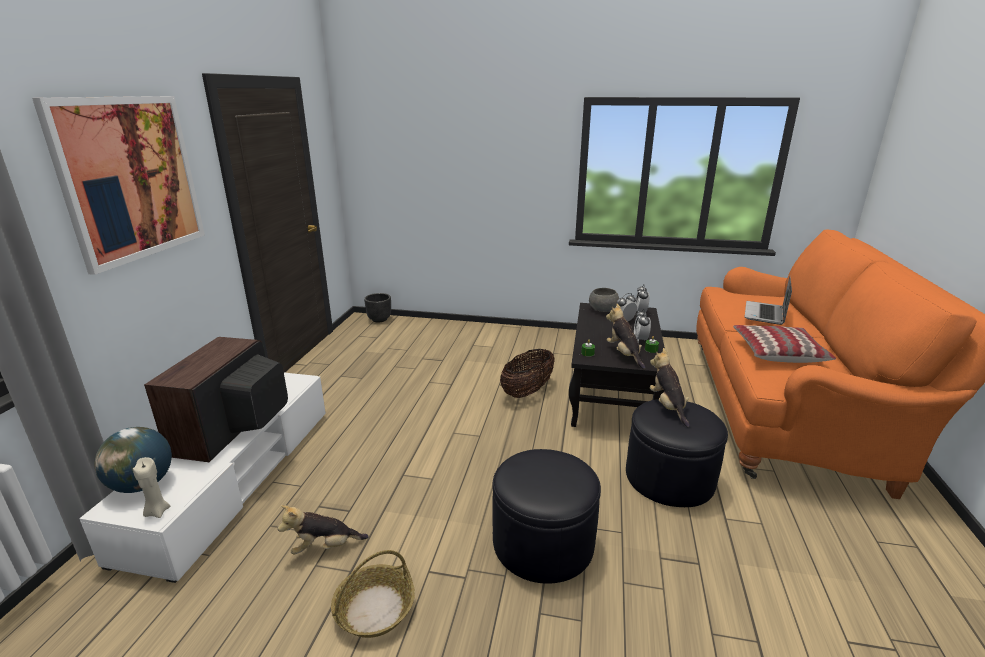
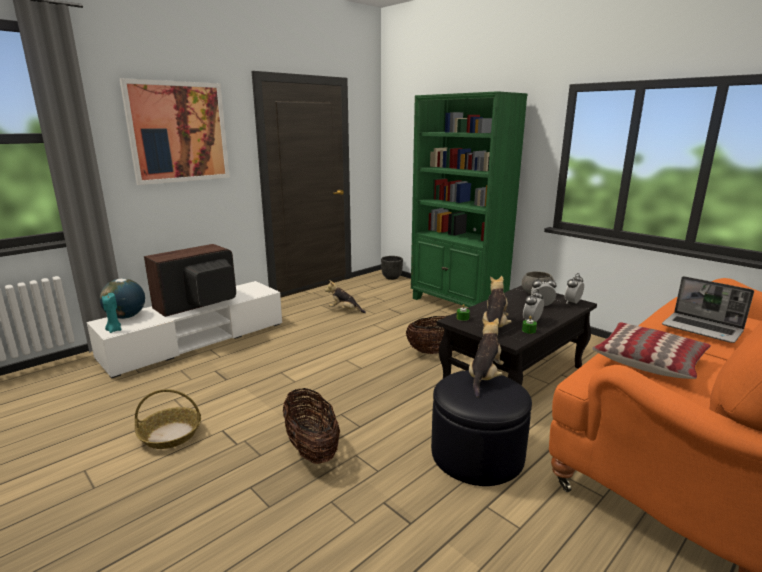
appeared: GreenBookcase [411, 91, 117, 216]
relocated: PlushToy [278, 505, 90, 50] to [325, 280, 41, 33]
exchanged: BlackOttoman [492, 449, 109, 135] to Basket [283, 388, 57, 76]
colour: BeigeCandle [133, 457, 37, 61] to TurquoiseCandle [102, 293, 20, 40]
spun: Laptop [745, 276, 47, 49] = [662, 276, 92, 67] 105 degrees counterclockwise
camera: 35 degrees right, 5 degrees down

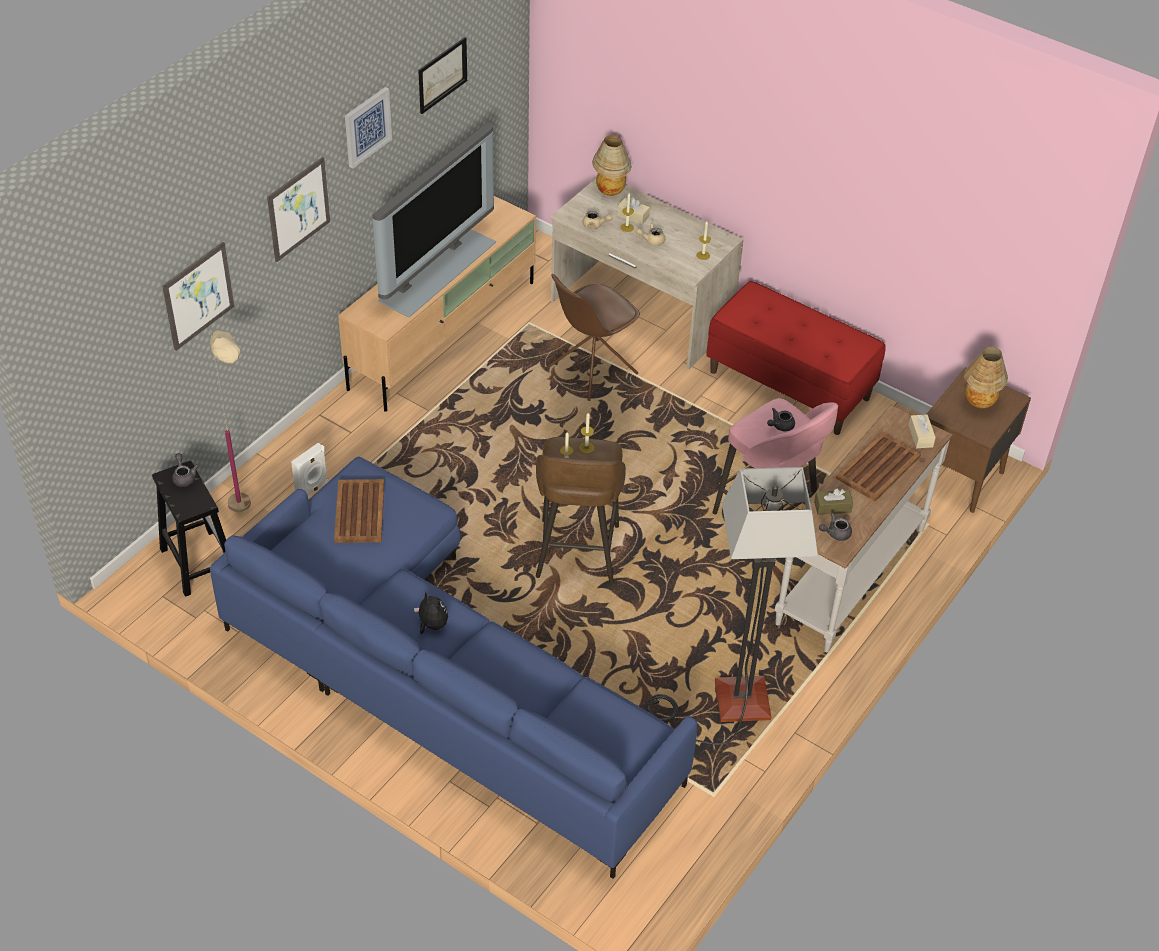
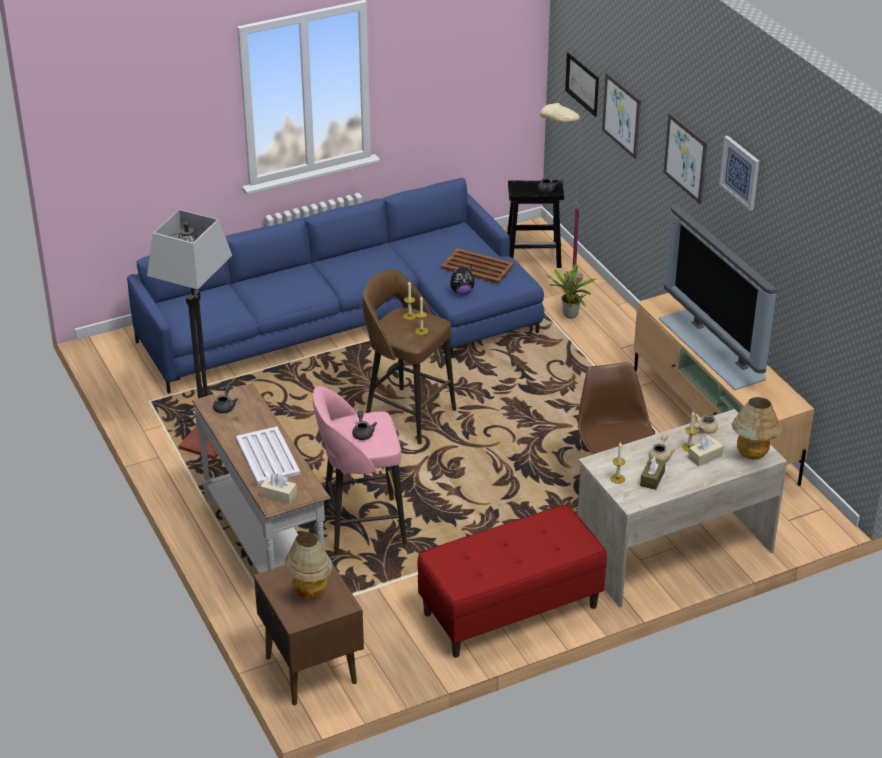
relocated: PlushToy [414, 592, 34, 42] to [450, 266, 25, 28]; Picture [418, 37, 49, 77] to [565, 53, 34, 64]; BrownTissueBox [814, 489, 39, 26] to [640, 456, 26, 34]
exchanged: WhiteSpeaker [291, 443, 37, 52] to PottedPlant [544, 264, 52, 54]
colour: BrownTray [836, 432, 85, 70] to WhiteTray [236, 426, 64, 59]
camera: 120 degrees right, 10 degrees down

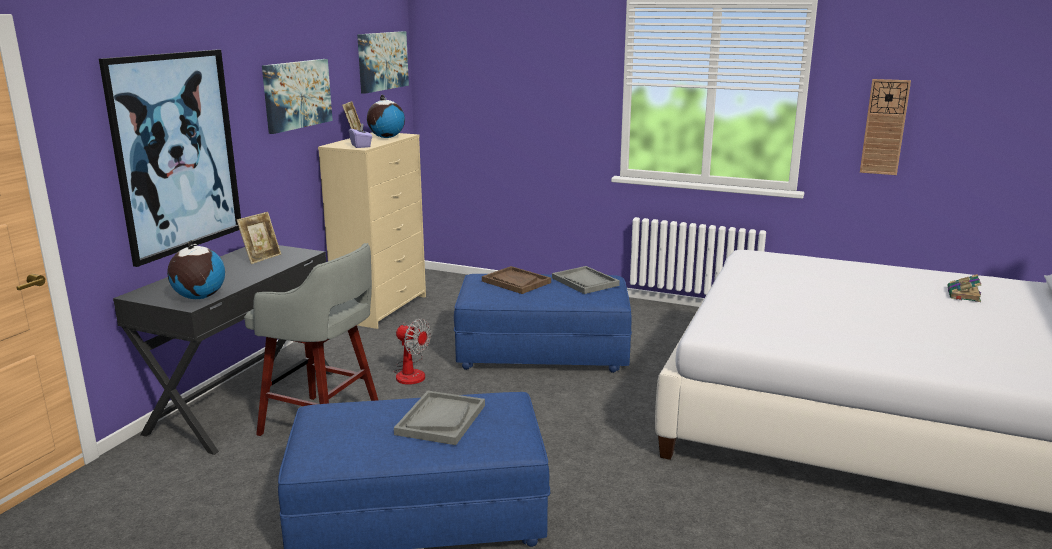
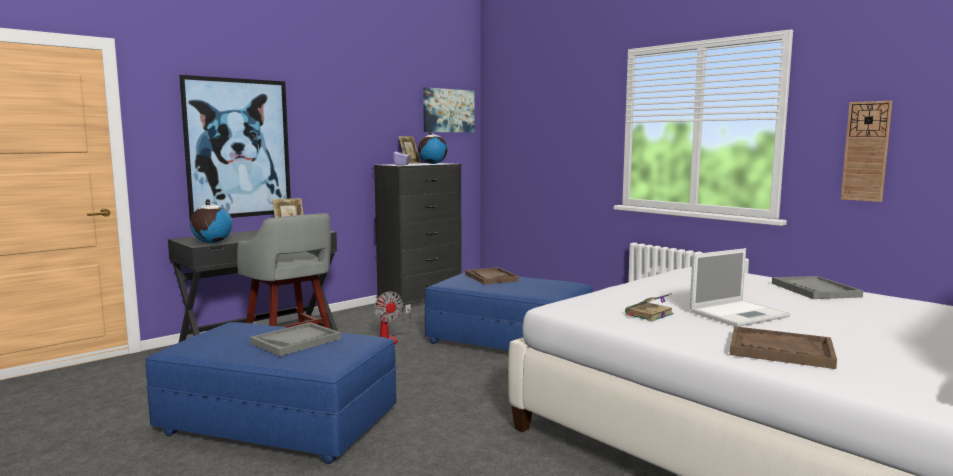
missing: Picture [262, 59, 71, 75]
appeared: Laptop [690, 248, 100, 79]; BrownTray [730, 326, 107, 43]
relocated: GreyTray [552, 266, 68, 28] to [772, 276, 91, 23]; Book [947, 274, 34, 28] to [625, 293, 49, 29]
colour: BeigeDresser [318, 132, 108, 197] to BlackDresser [374, 163, 88, 148]
camera: 25 degrees right, 10 degrees down

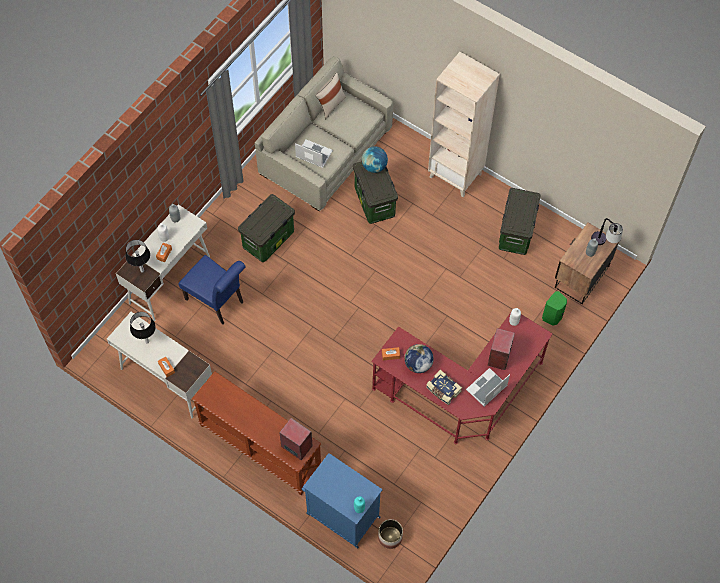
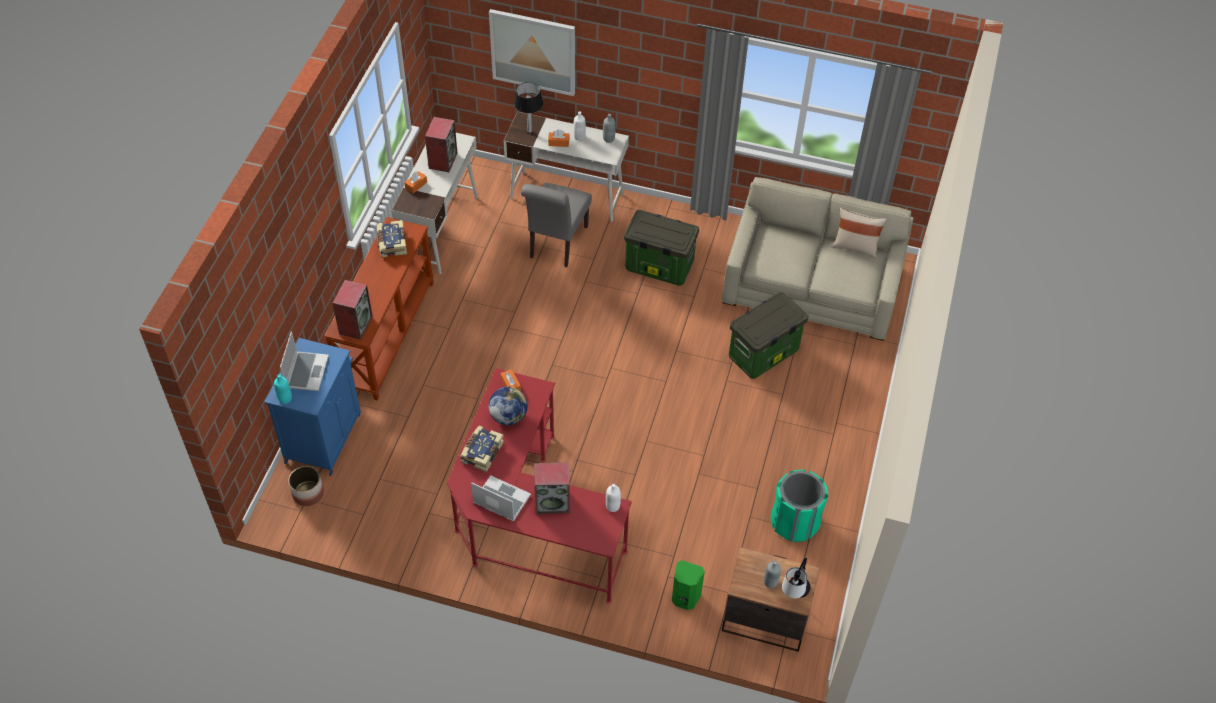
missing: Globe [362, 146, 26, 27]; BeigeBookcase [428, 52, 72, 145]
appeared: Book [377, 220, 30, 37]; Picture [489, 9, 86, 87]
relocated: Laptop [295, 139, 38, 29] to [280, 331, 49, 60]
exchanged: TableLamp [130, 312, 26, 32] to Speaker [425, 117, 32, 55]; StorageBox [499, 188, 42, 67] to GreenTrashCan [771, 470, 57, 72]
colour: BlueChair [178, 255, 68, 69] to GreyChair [521, 183, 71, 84]
camera: 70 degrees right, 10 degrees down

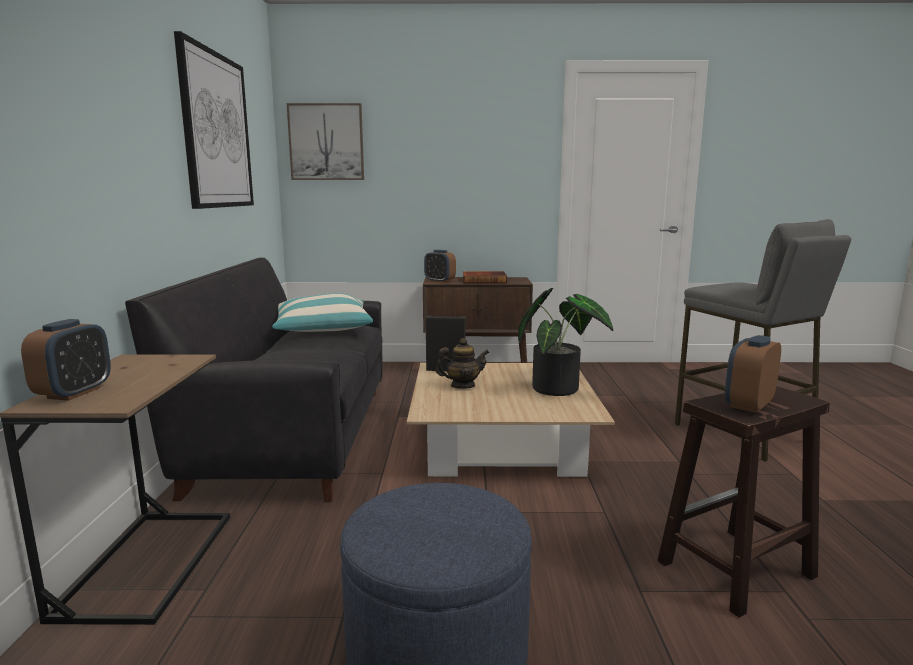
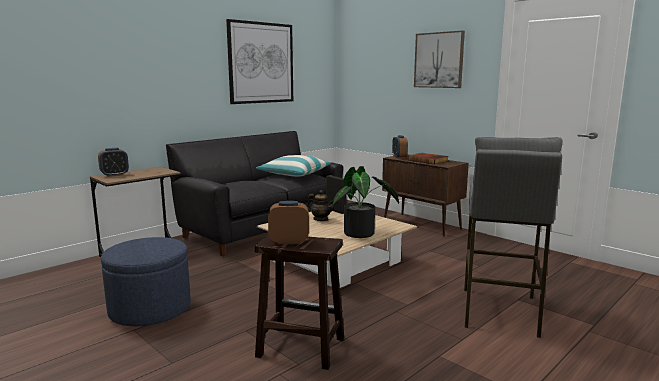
relocated: Picture [287, 103, 77, 77] to [414, 30, 51, 58]
camera: 45 degrees right, 0 degrees up

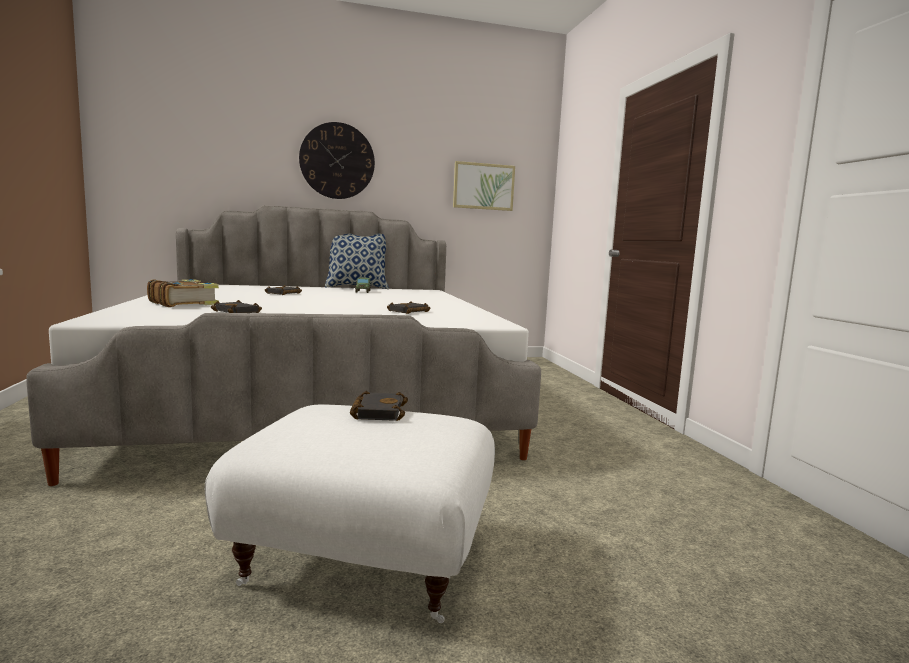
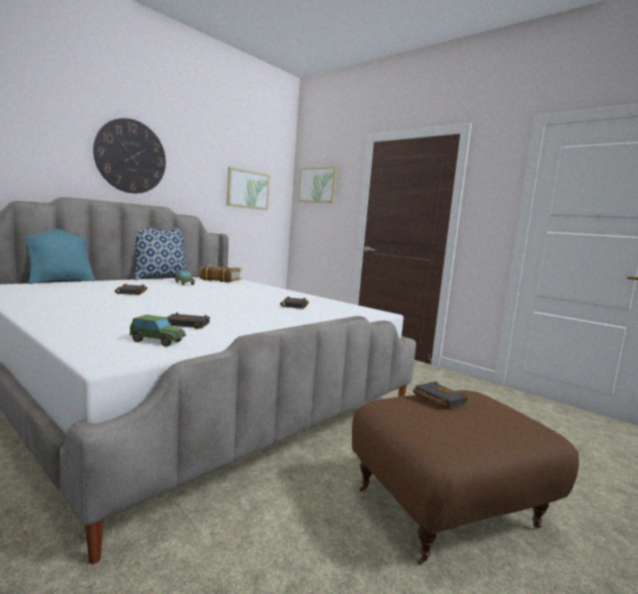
appeared: TurquoisePillow [26, 229, 69, 55]; ToyCar [130, 315, 56, 32]; Picture [298, 166, 39, 37]
relocated: Book [147, 279, 72, 28] to [200, 265, 42, 18]
colour: WhiteOttoman [205, 404, 290, 219] to BrownOttoman [352, 390, 227, 175]
camera: 35 degrees left, 0 degrees up

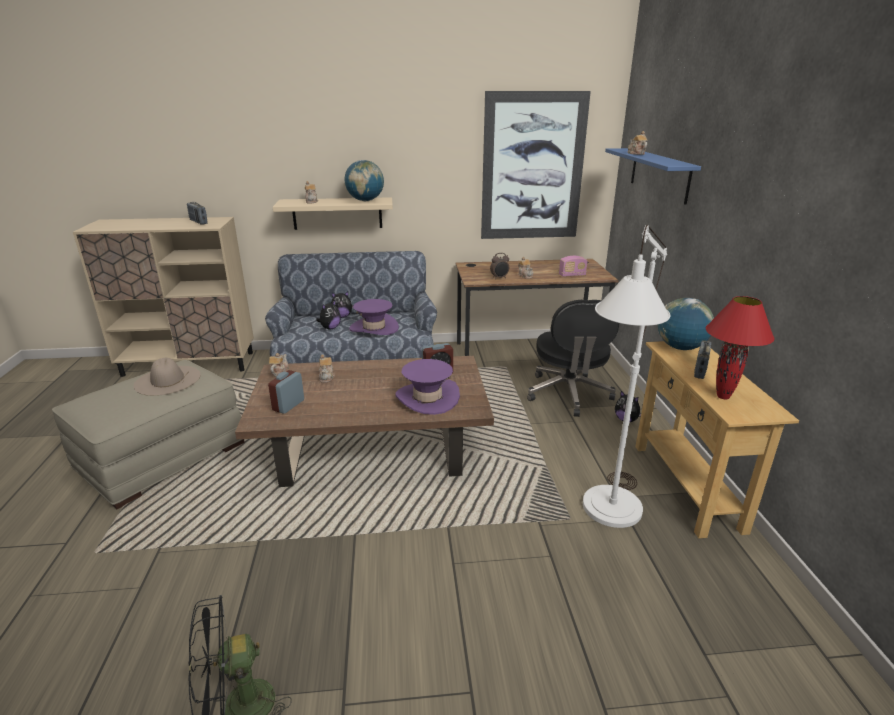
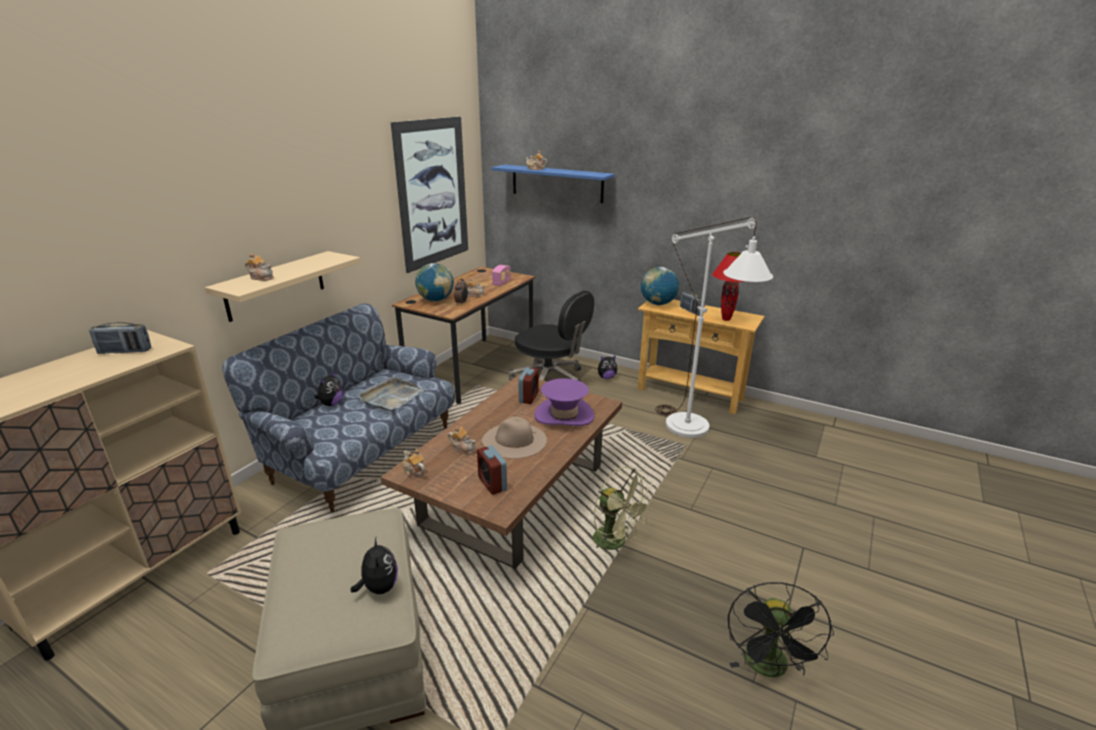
appeared: GreenFan [593, 467, 60, 84]
relocated: BeigeHat [134, 358, 67, 38] to [482, 417, 65, 42]; PlushToy [316, 300, 25, 29] to [351, 537, 47, 57]; Globe [344, 160, 40, 41] to [415, 263, 39, 38]
exchanged: PurpleHat [349, 299, 50, 36] to GreyTray [357, 377, 67, 34]
camera: 55 degrees left, 0 degrees up

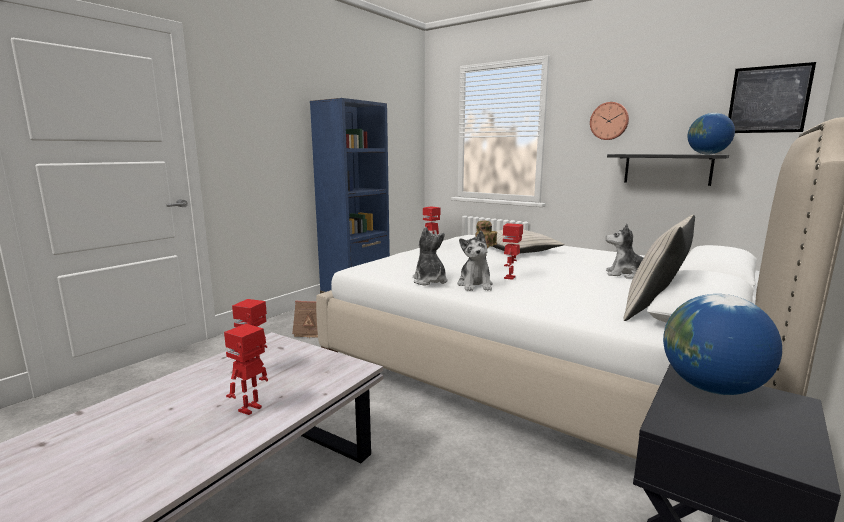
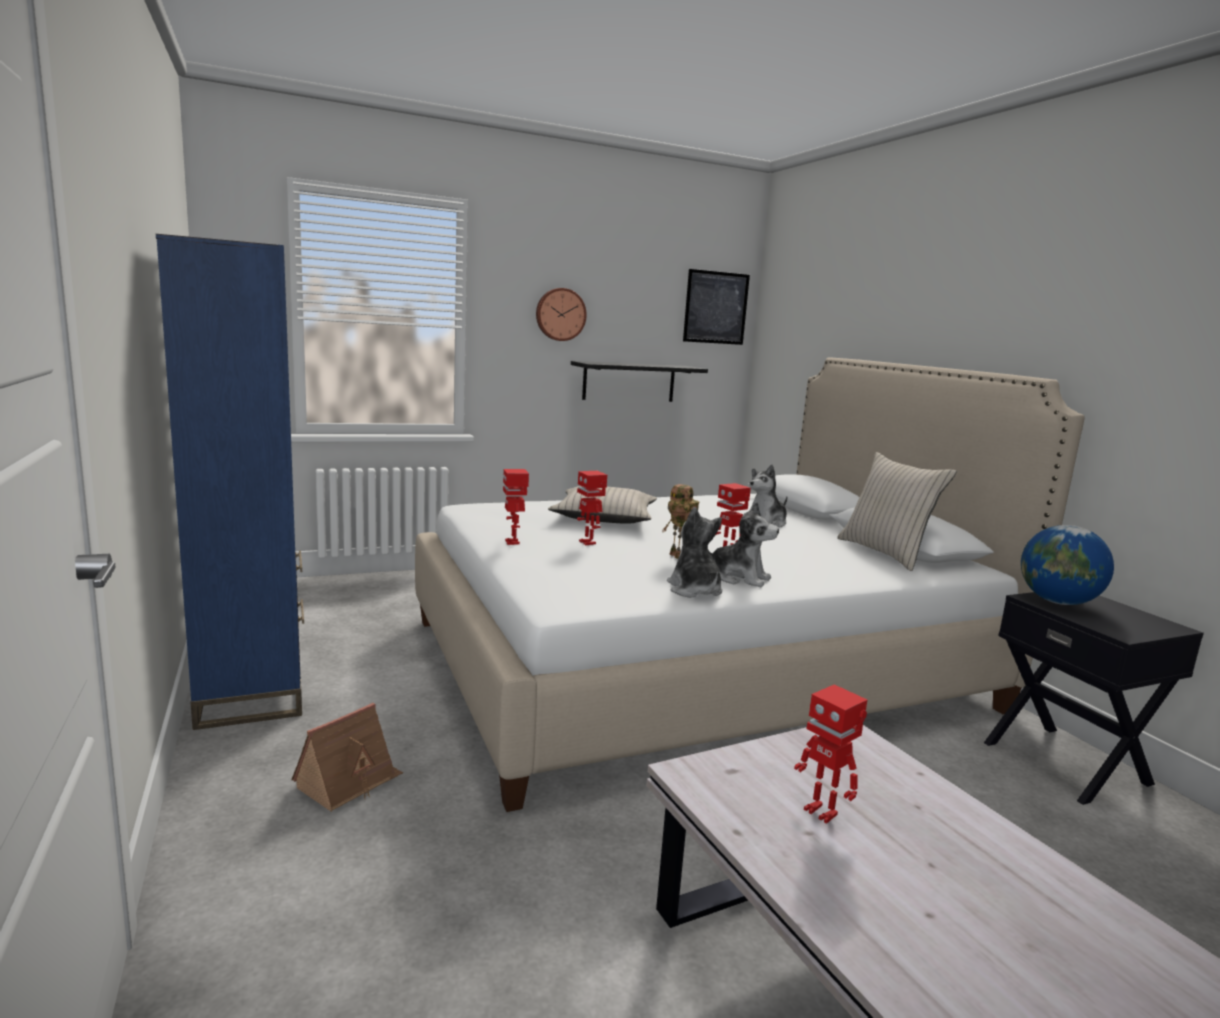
missing: Globe [687, 113, 48, 41]
relocated: ToyRobot [224, 324, 44, 91] to [577, 471, 30, 74]
spun: PlushToy [413, 227, 34, 59] = [667, 507, 55, 91] 60 degrees clockwise
camera: 60 degrees left, 0 degrees up

